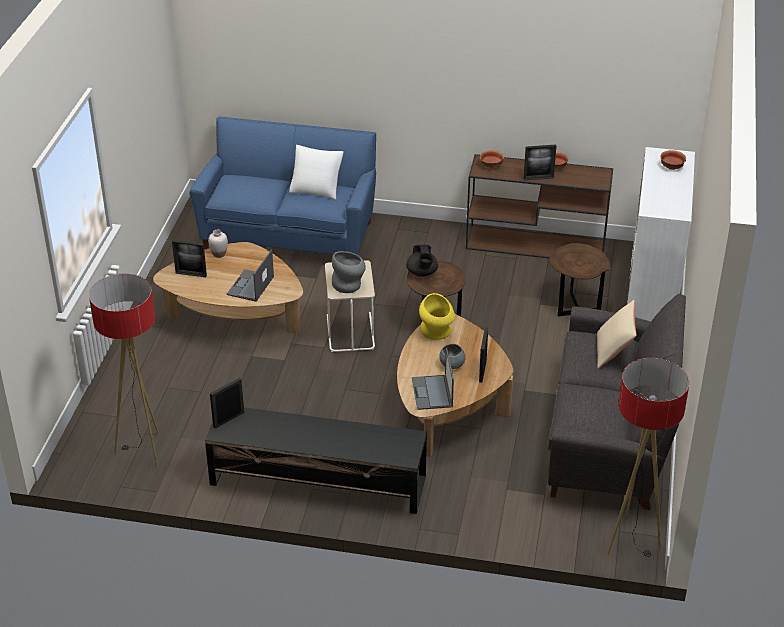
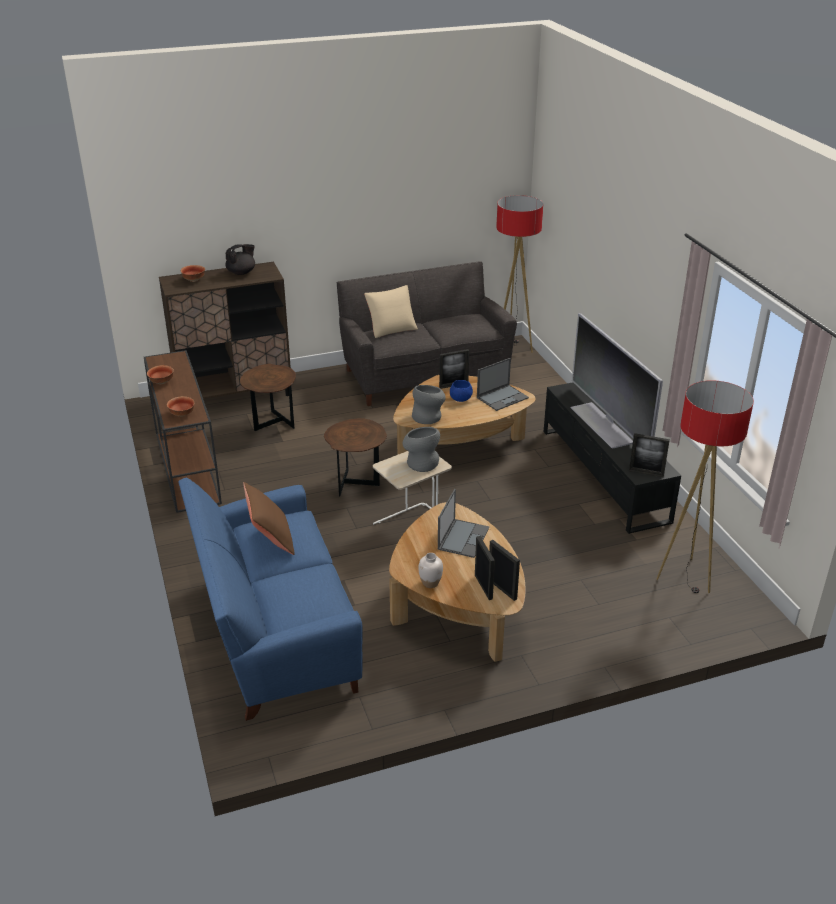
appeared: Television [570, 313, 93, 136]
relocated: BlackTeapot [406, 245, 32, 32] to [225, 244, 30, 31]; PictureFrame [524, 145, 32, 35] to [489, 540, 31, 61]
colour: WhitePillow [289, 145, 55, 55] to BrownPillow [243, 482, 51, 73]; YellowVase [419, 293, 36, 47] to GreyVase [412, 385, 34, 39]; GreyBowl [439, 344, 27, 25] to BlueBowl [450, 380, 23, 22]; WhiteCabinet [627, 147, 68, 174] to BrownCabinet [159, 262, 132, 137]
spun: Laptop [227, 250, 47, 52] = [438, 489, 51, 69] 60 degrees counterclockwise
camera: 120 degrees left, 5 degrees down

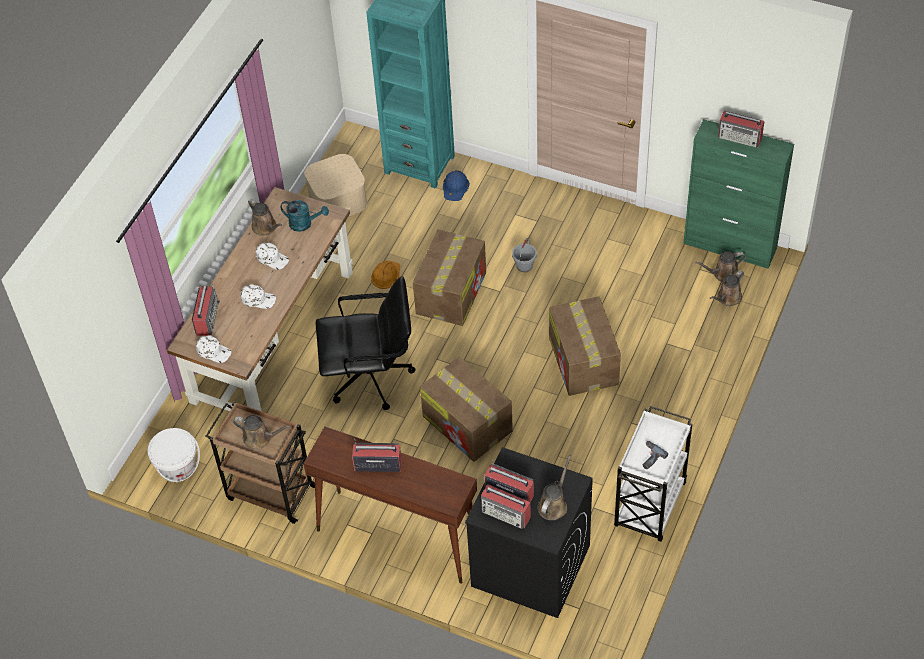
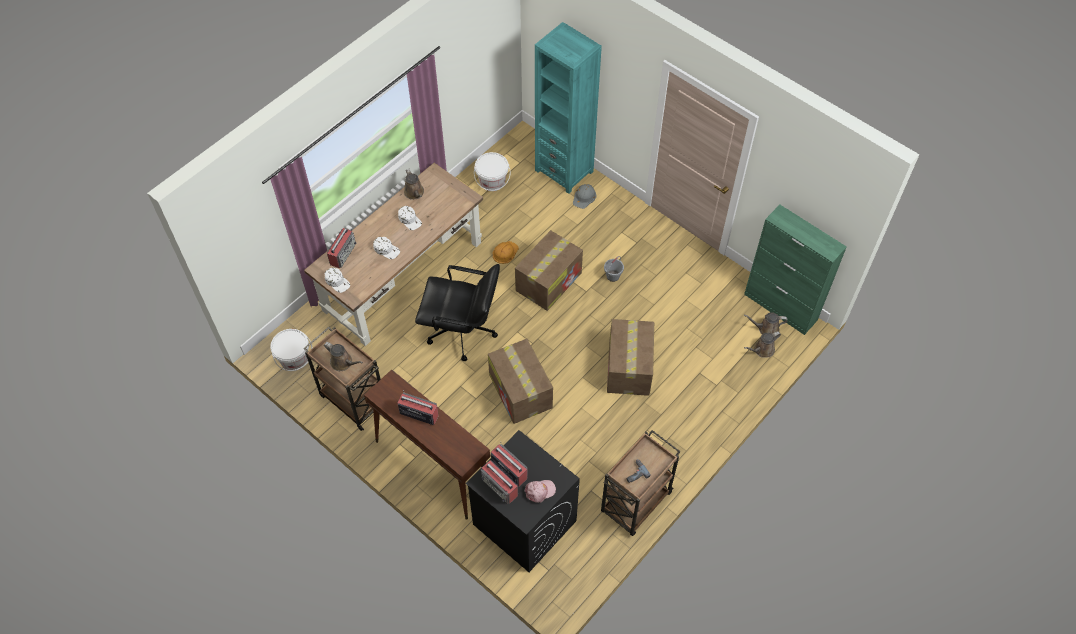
missing: TurquoiseWateringCan [280, 200, 49, 32]; Radio [718, 111, 47, 37]
exchanged: BeigeStorageBox [305, 154, 62, 62] to WhiteBucket [474, 152, 37, 39]; BrownWateringCan [537, 455, 34, 65] to PinkCap [524, 480, 32, 23]
colour: BlueHardHat [443, 170, 27, 31] to GreyHardHat [573, 184, 23, 25]; WhiteCart [614, 406, 78, 136] to BrownCart [601, 430, 80, 106]
camera: 15 degrees right, 5 degrees up

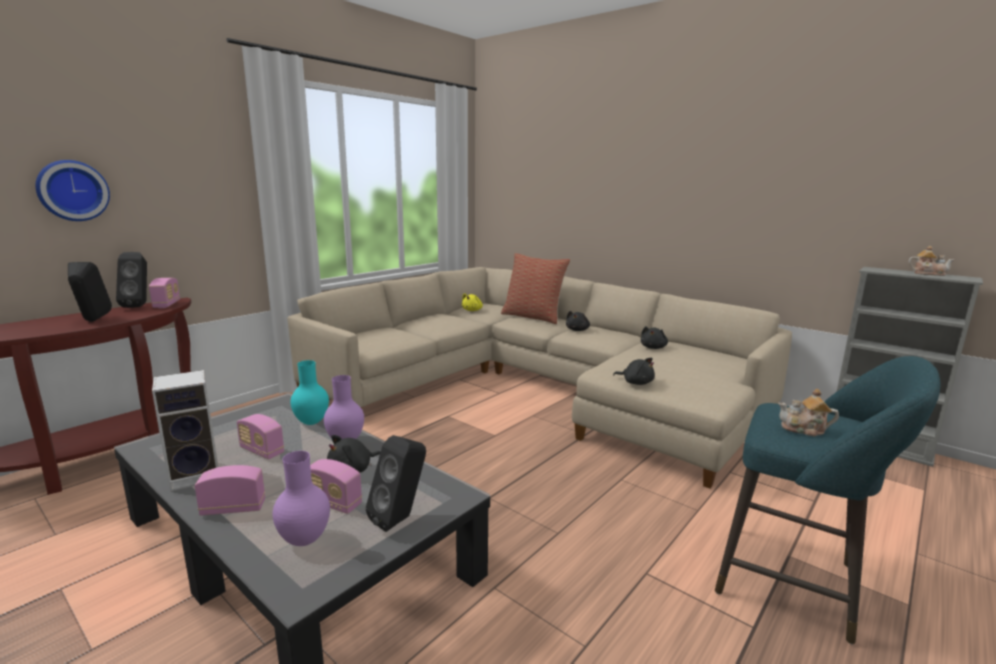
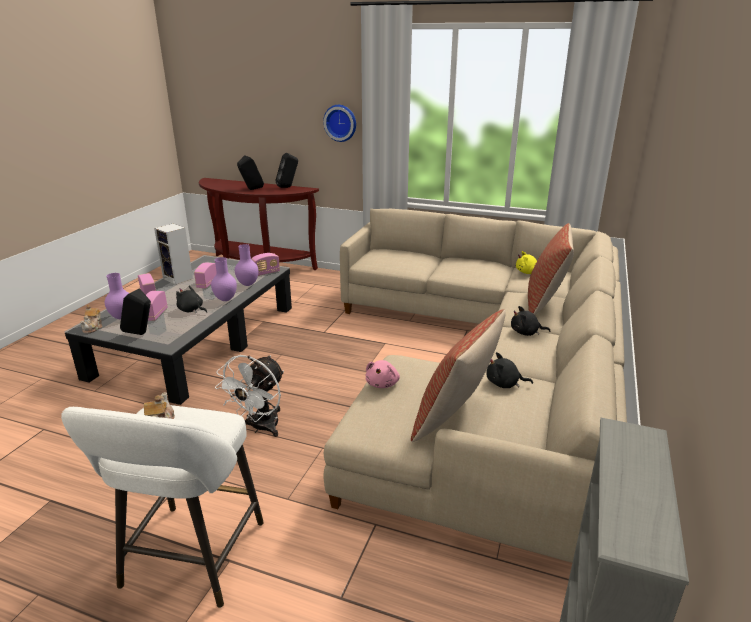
appeared: WhiteFan [215, 355, 69, 82]; Pillow [411, 309, 95, 133]
relocated: WallClock [35, 160, 75, 61] to [323, 105, 33, 37]; Radio [149, 278, 31, 30] to [251, 253, 29, 23]; Teapot [908, 246, 47, 30] to [80, 305, 23, 28]
colour: TurquoiseVase [291, 360, 38, 65] to PurpleVase [235, 244, 24, 42]; BlackPlushToy [613, 358, 42, 27] to PinkPlushToy [366, 360, 34, 28]; TurquoiseStool [715, 356, 225, 288] to WhiteStool [61, 405, 203, 203]
camera: 70 degrees right, 10 degrees up

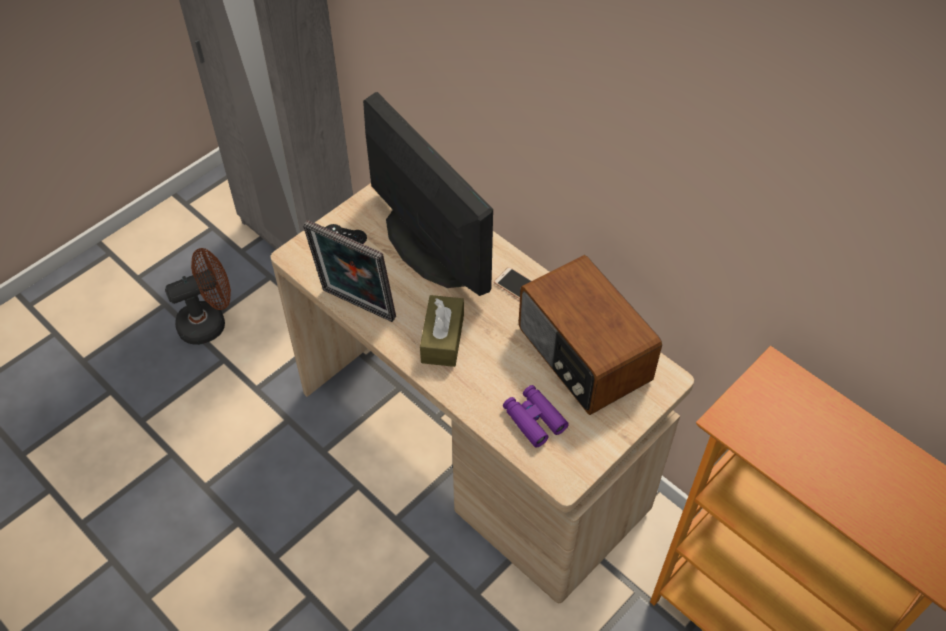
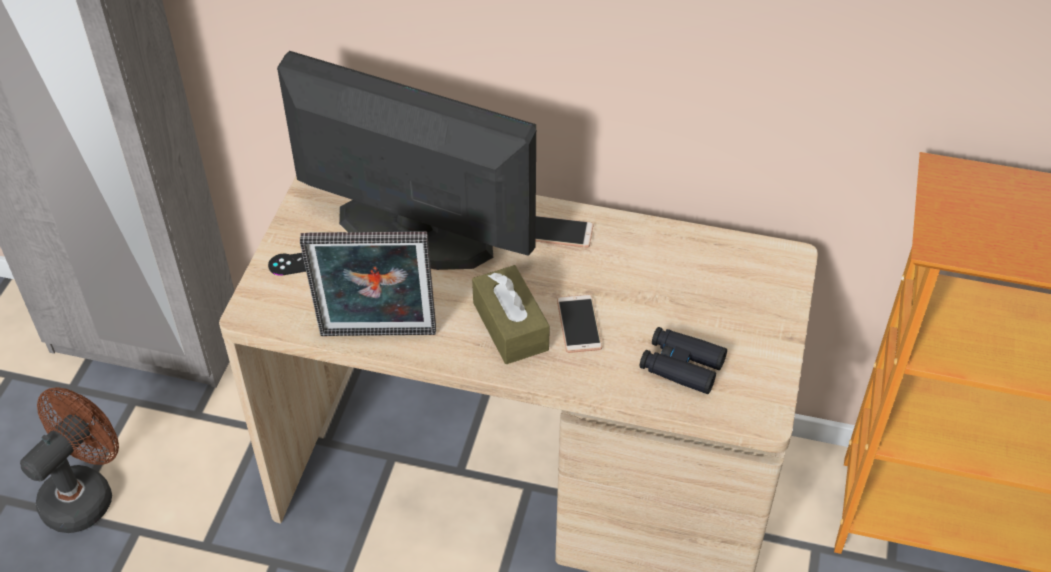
missing: Radio [519, 255, 143, 160]
appeared: Phone [557, 294, 45, 59]
colour: PurpleBinoculars [503, 385, 66, 63] to BlackBinoculars [640, 327, 87, 67]
camera: 30 degrees left, 5 degrees down

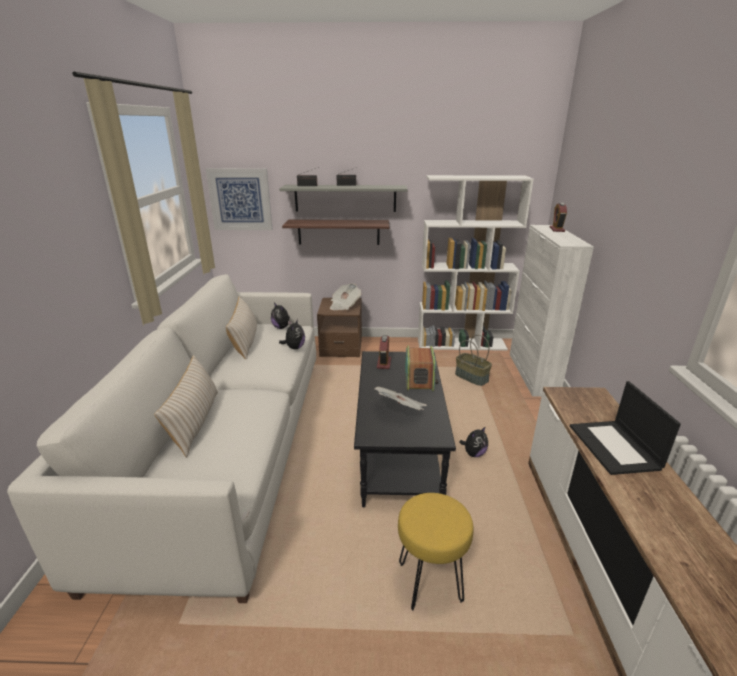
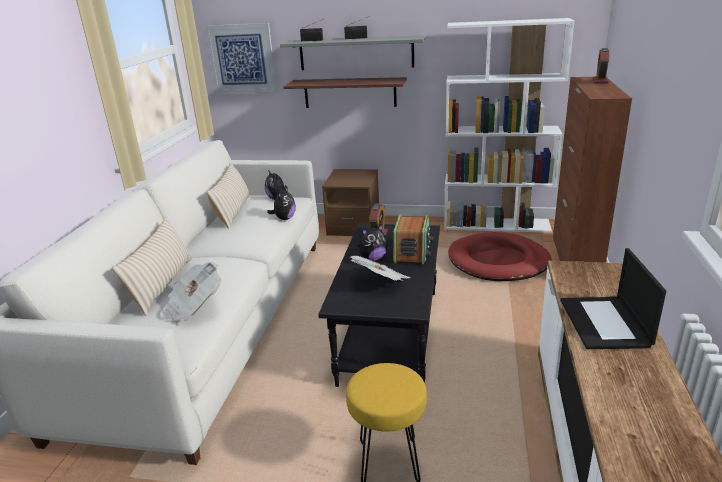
relocated: Newspaper [330, 283, 32, 27] to [159, 262, 62, 59]; PlushToy [459, 427, 29, 30] to [358, 224, 30, 37]
exchanged: Basket [455, 335, 37, 51] to RedDogBed [448, 232, 104, 49]
colour: WhiteCabinet [510, 225, 84, 172] to BrownCabinet [553, 77, 79, 186]
camera: 10 degrees right, 0 degrees up

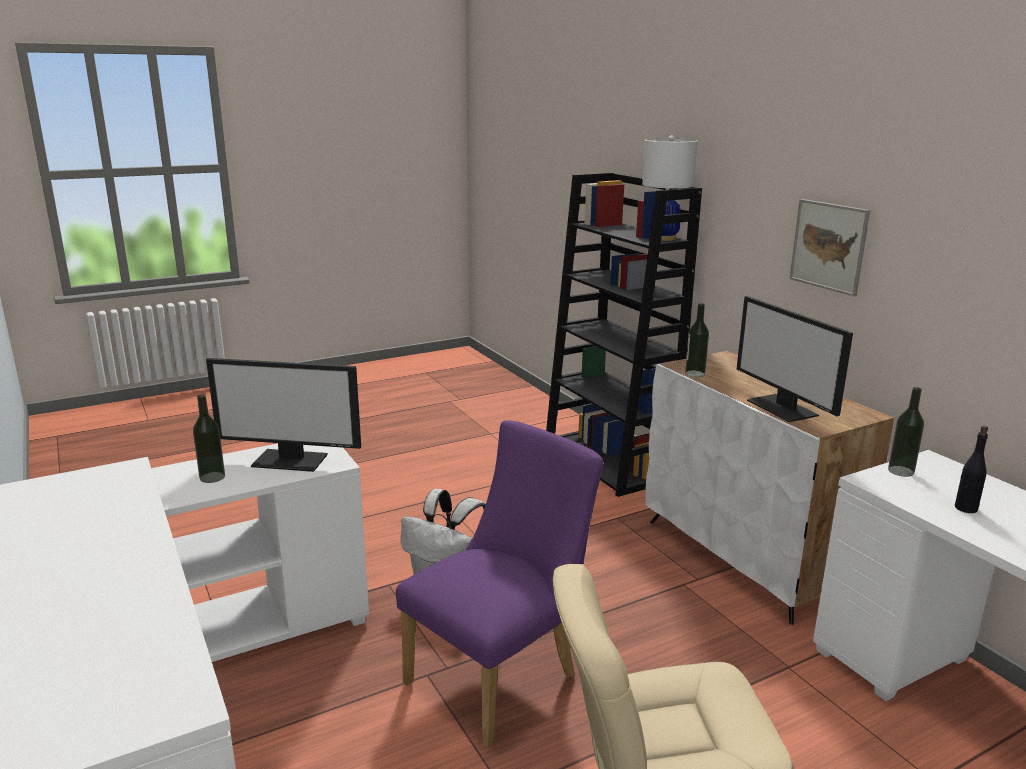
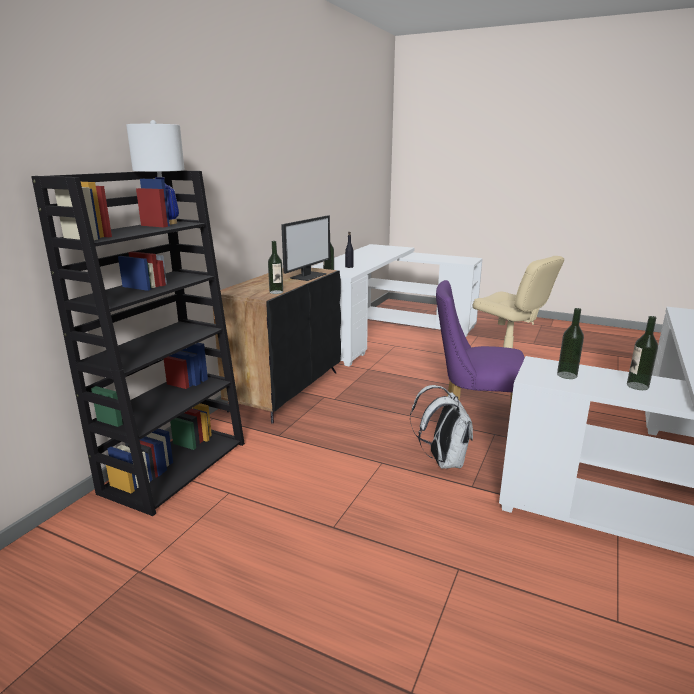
missing: Picture [789, 199, 81, 97]
exchanged: Monitor [206, 358, 155, 114] to Bottle [557, 308, 27, 71]
colour: WhiteCabinet [645, 351, 249, 274] to BlackCabinet [213, 268, 128, 156]
camera: 125 degrees left, 0 degrees up

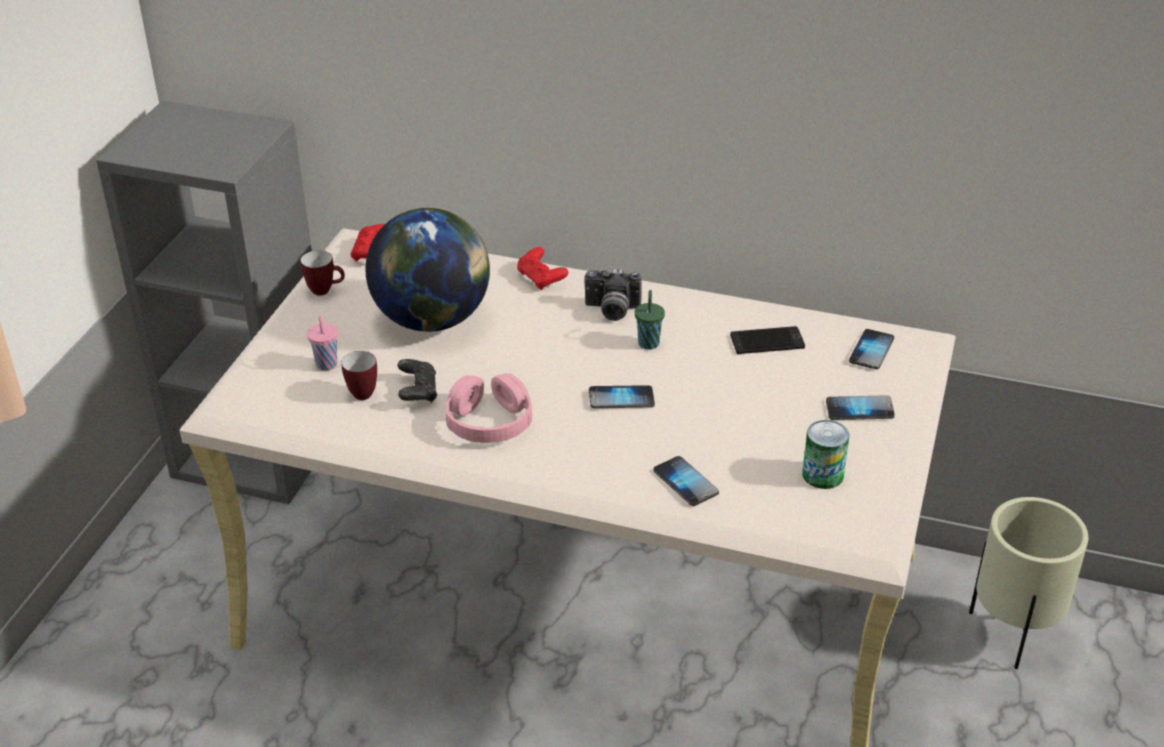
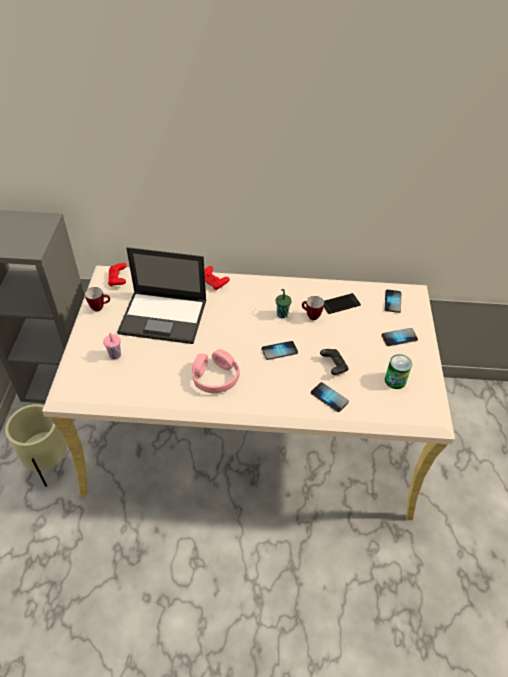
missing: PhotoCamera [585, 269, 57, 52]
relocated: Mug [341, 351, 36, 49] to [302, 296, 22, 24]; BlackGameController [398, 359, 39, 44] to [320, 349, 29, 26]; BeigePlanter [969, 497, 119, 172] to [5, 404, 62, 83]
exchanged: Globe [365, 208, 125, 124] to Laptop [117, 247, 89, 97]
camera: 15 degrees left, 10 degrees up

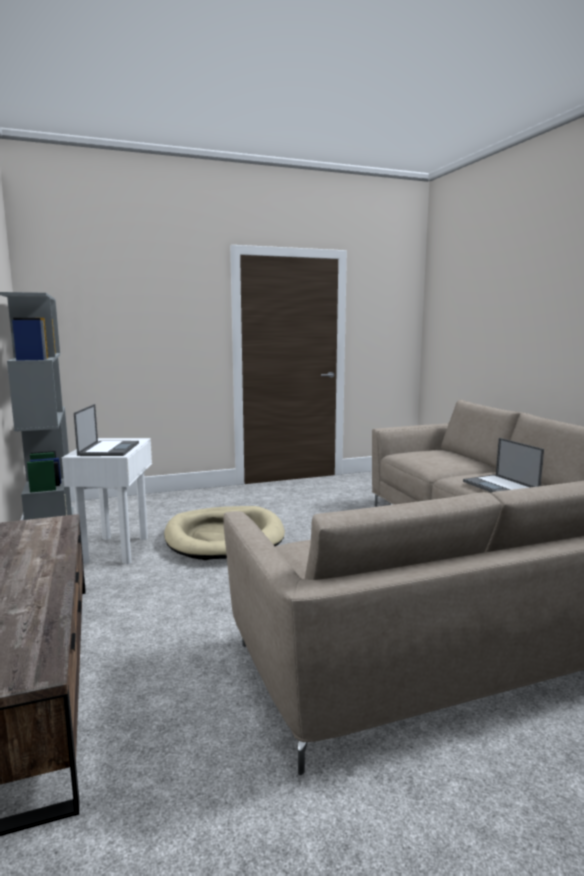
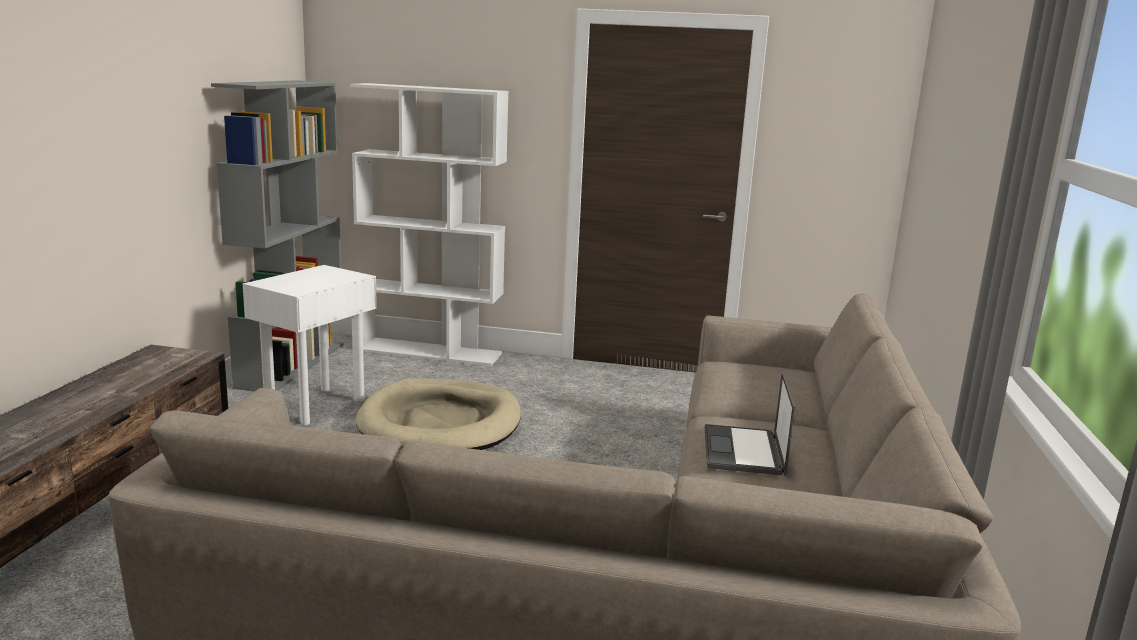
missing: Laptop [74, 404, 65, 52]
appeared: WhiteBookcase [350, 83, 159, 283]
camera: 30 degrees right, 5 degrees up

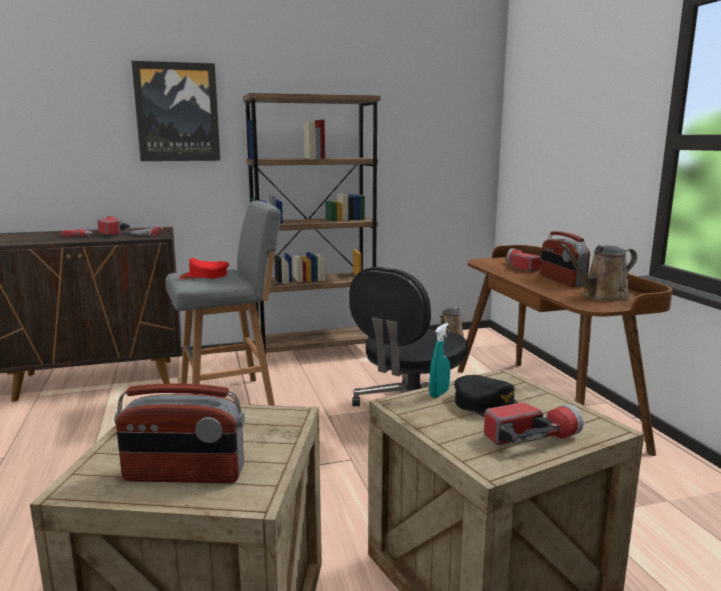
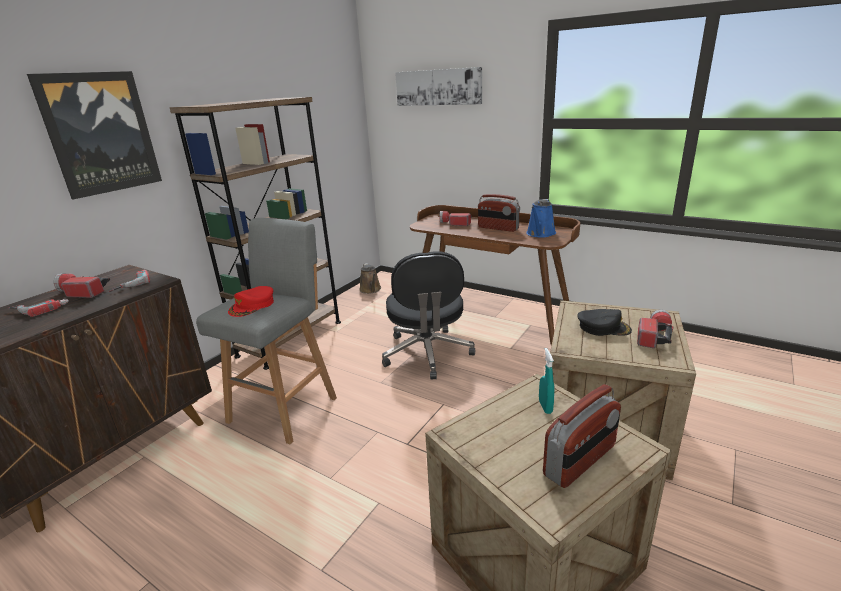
appeared: Picture [395, 67, 87, 39]
relocated: TurquoiseSprayBottle [429, 323, 21, 75] to [539, 348, 16, 66]
colour: BrownWateringCan [560, 244, 77, 57] to BlueWateringCan [526, 199, 30, 39]
camera: 40 degrees left, 10 degrees up

